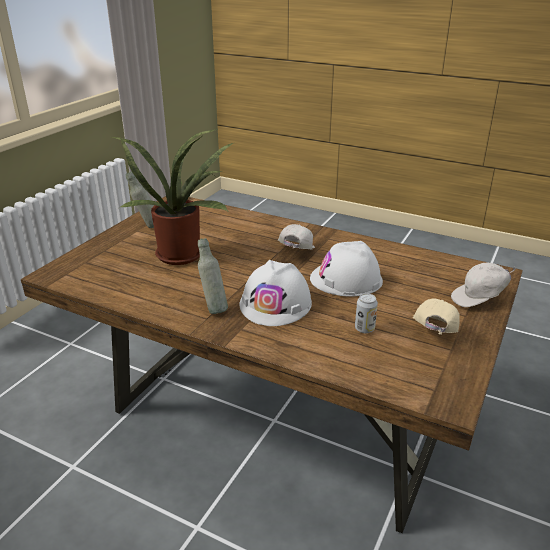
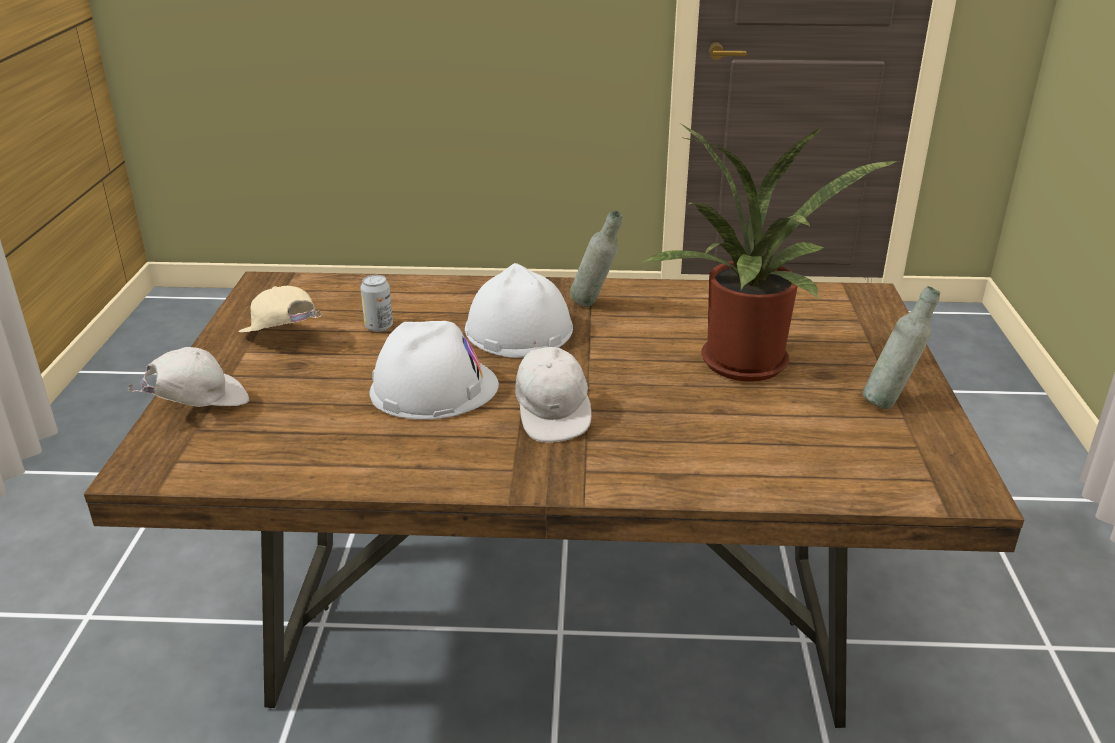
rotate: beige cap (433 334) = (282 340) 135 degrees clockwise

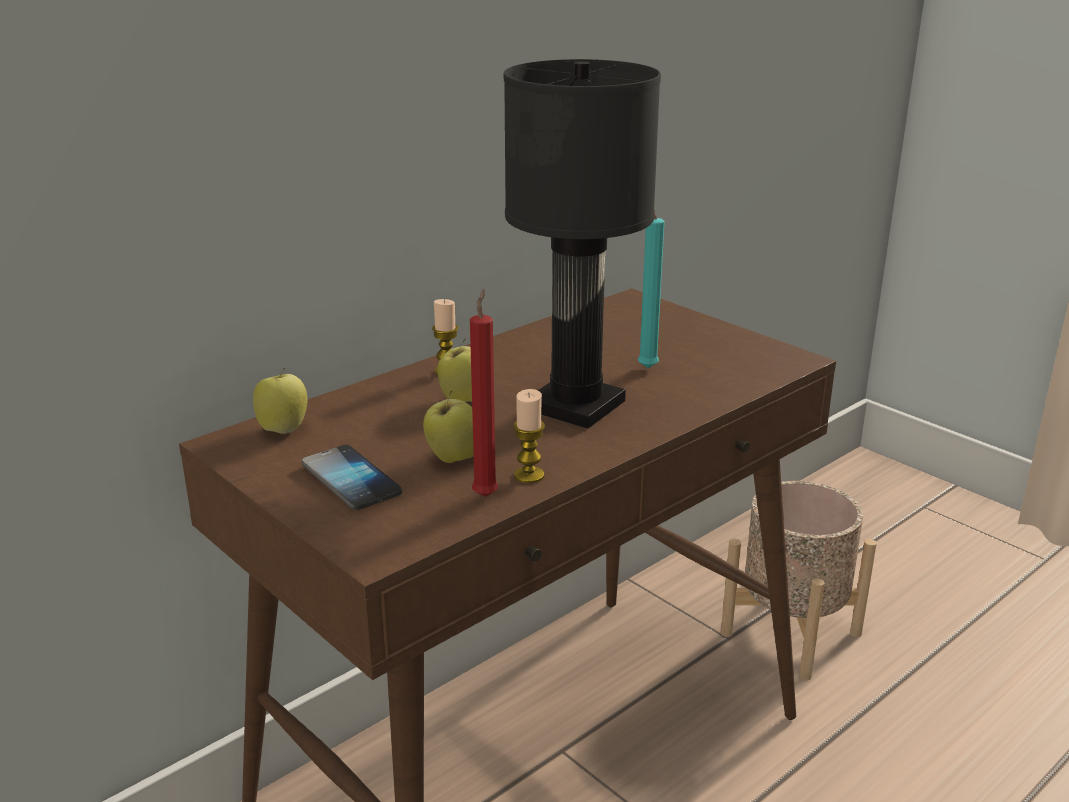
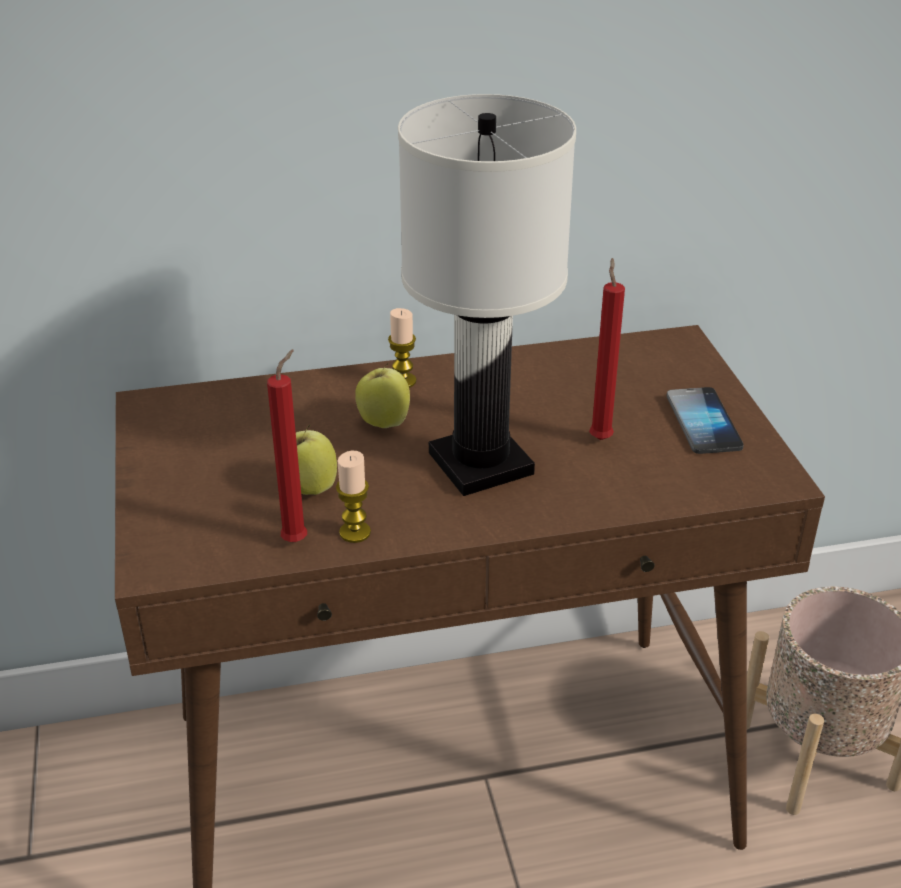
delete: apple (283 429)
move: phone (351 480) to (703 423)
recolor: black table lamp (577 405) to white table lamp (482 464); turquoise candle (645 367) to red candle (600 437)

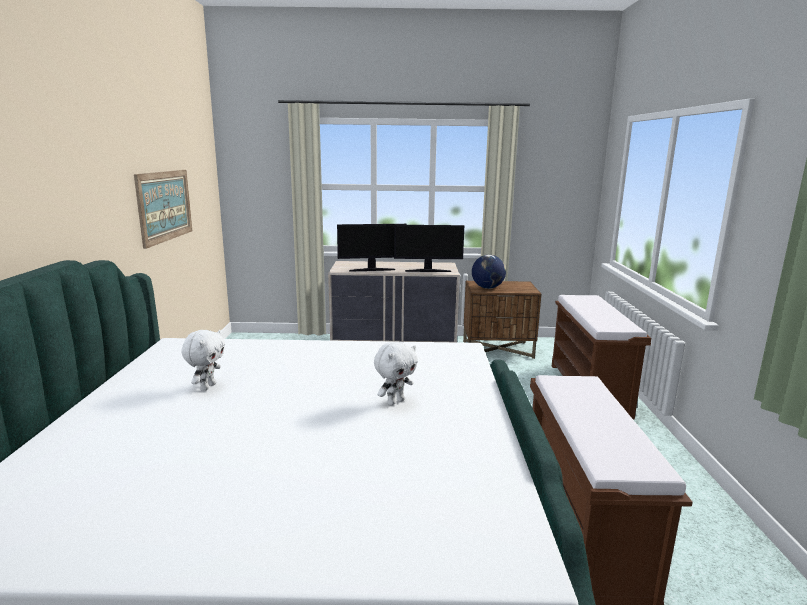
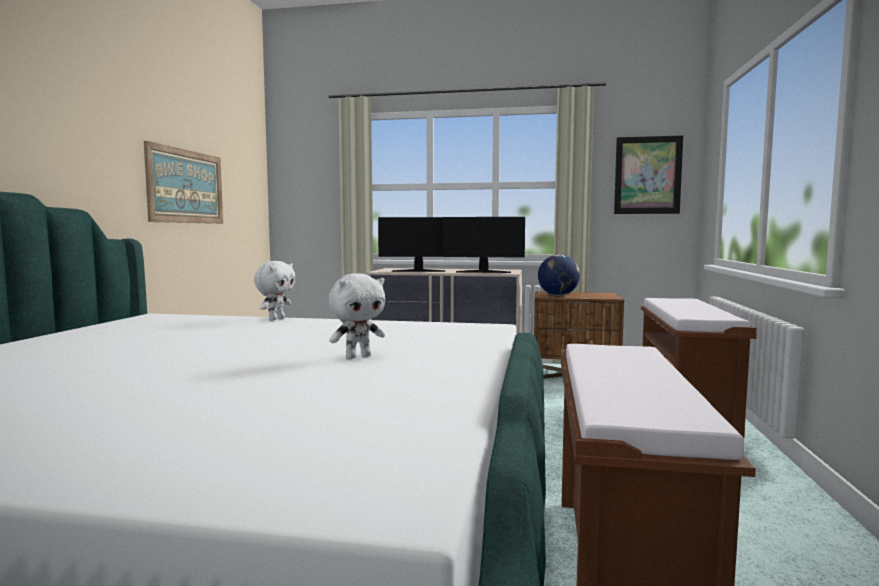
insert: picture (647 175)
move: white plush toy (207 387) to (276 319)

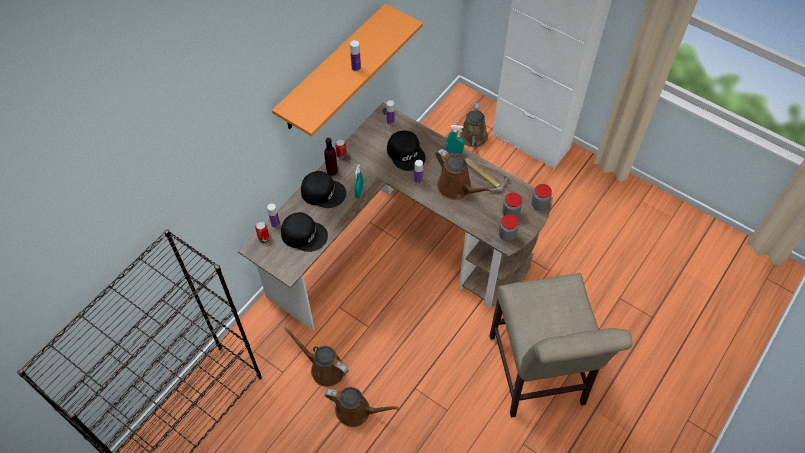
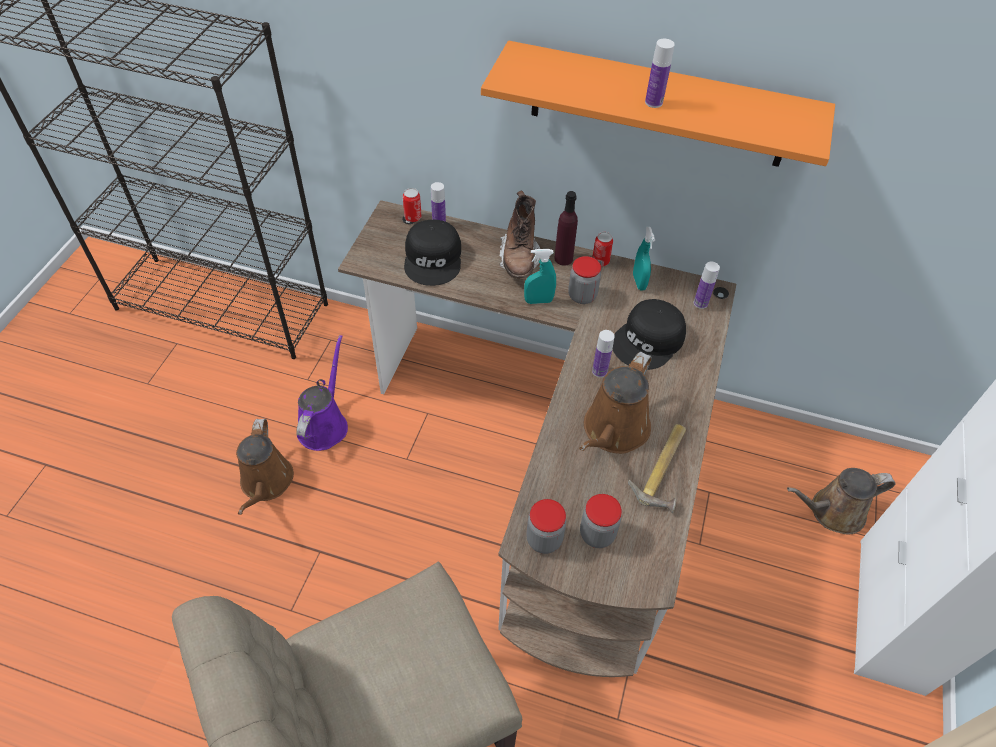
move: turquoise spray bottle (454 151) to (639 282); jar (539 205) to (582 296)
replace: black cap (323 192) to brown boot (519 259)
recolor: brown watering can (324 368) to purple watering can (324 424)

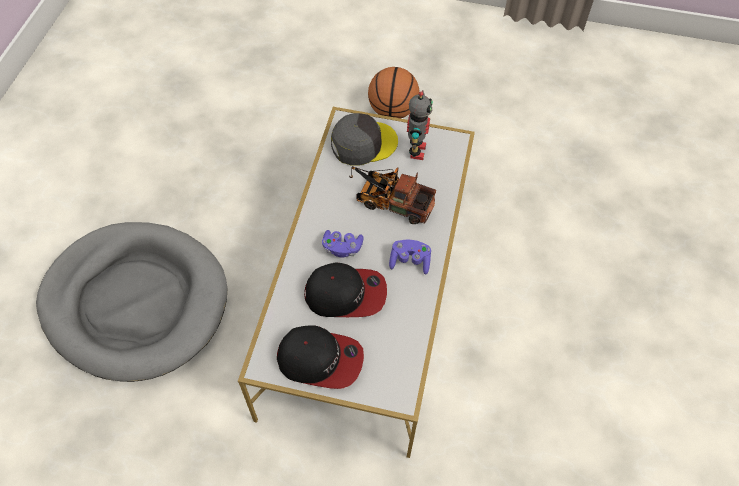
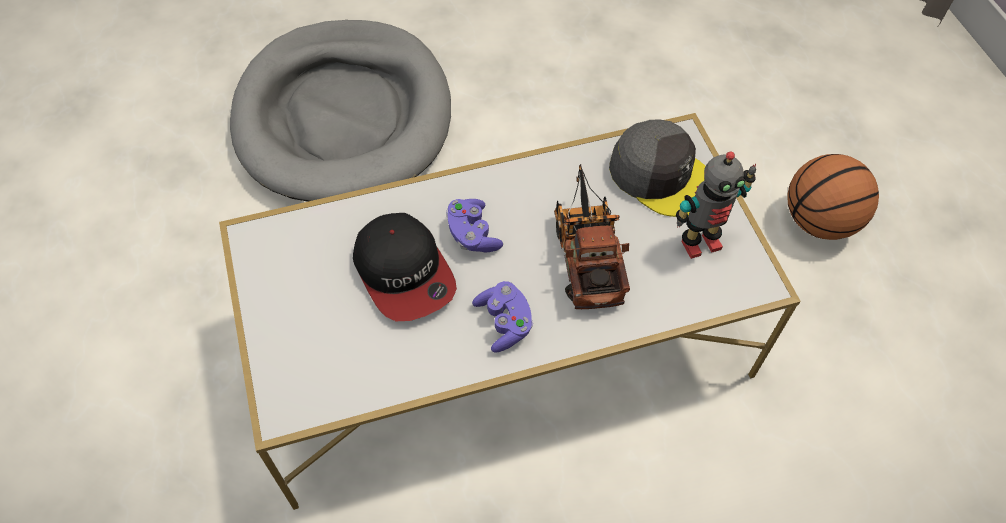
delete: cap (320 359)

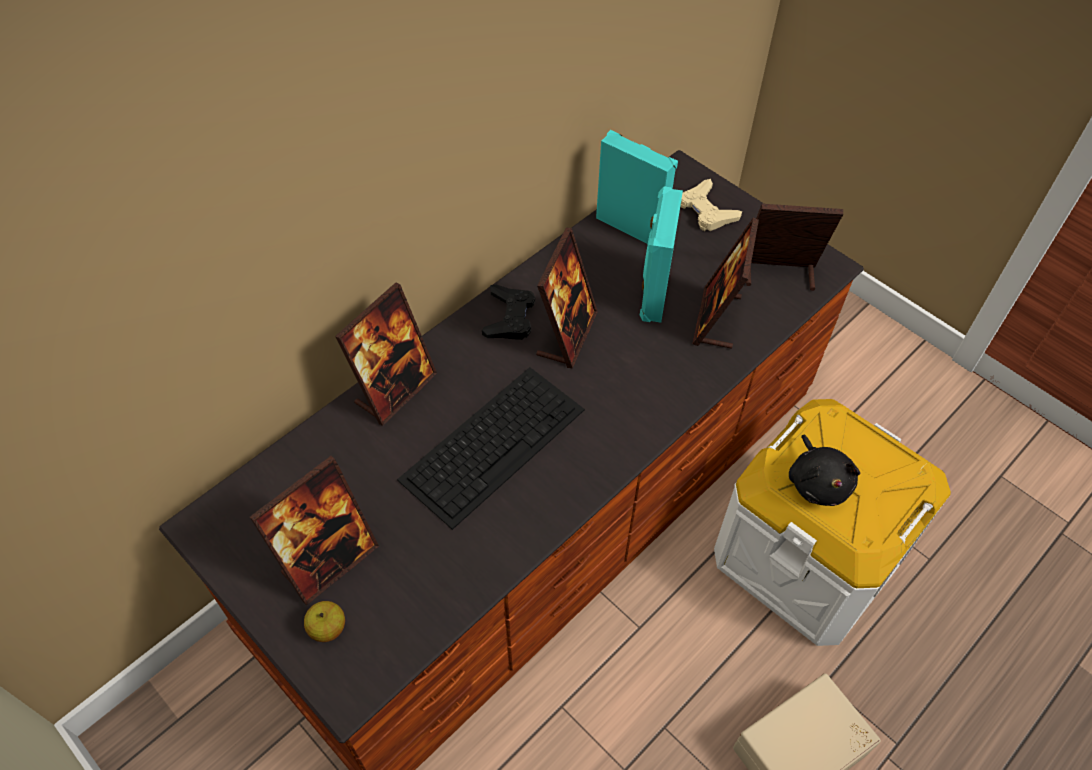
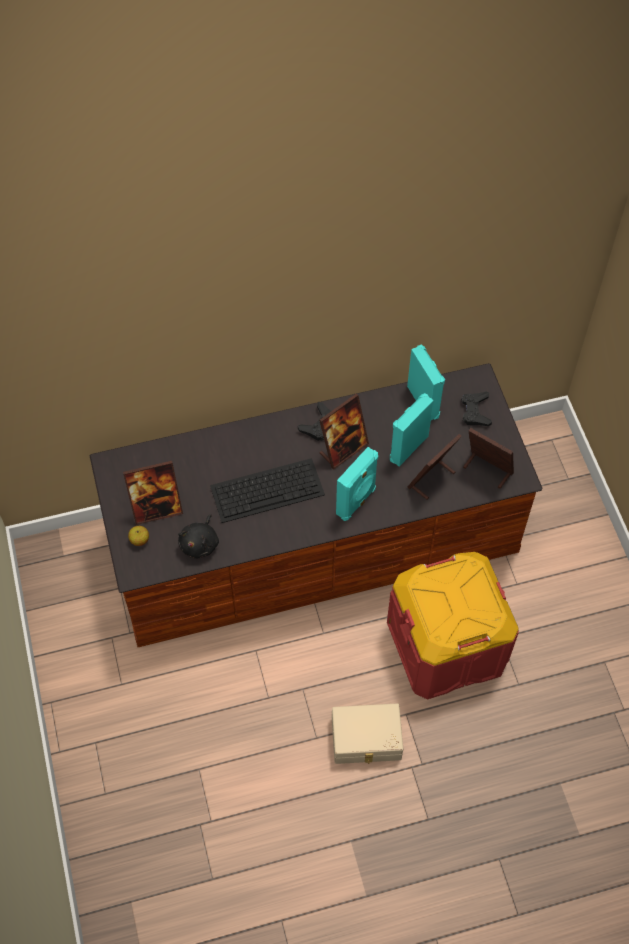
delete: picture frame (395 389)
insert: turquoise speaker (357 502)
move: black plush toy (818 482) to (200 543)
recolor: beige game controller (706 211) to black game controller (475 411); white storage box (807 555) to red storage box (446 645)

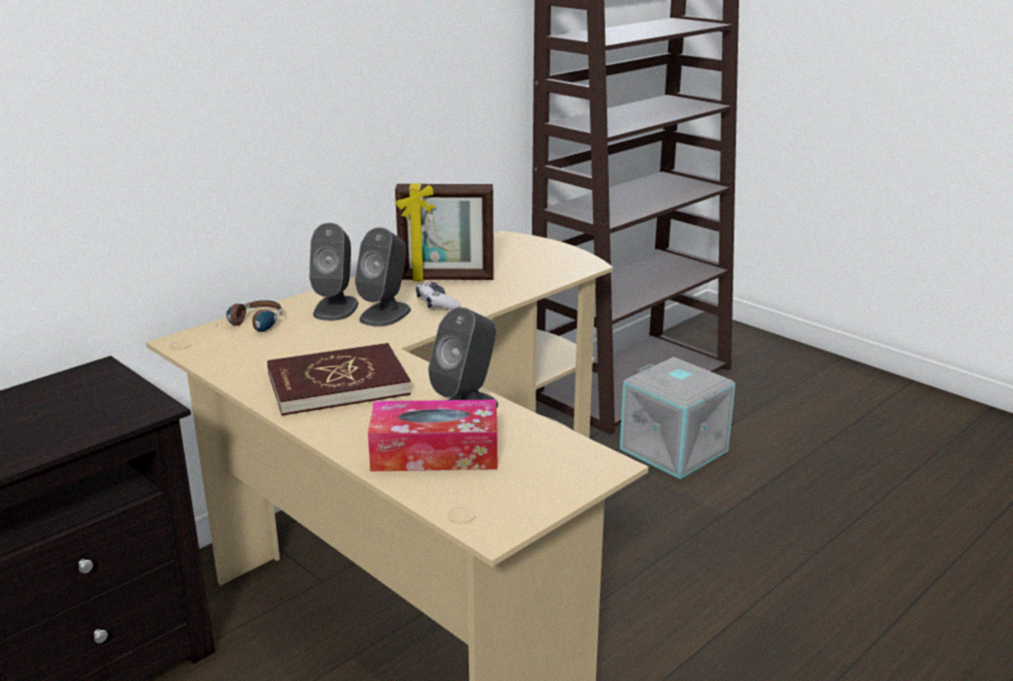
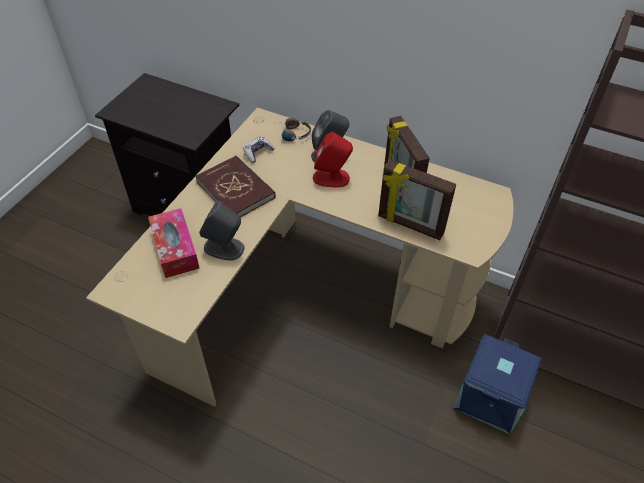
insert: picture frame (410 225)
move: game controller (437 304) to (257 152)
recolor: grey speaker (385 314) to red speaker (331 178); grey storage box (675 449) to blue storage box (491 398)

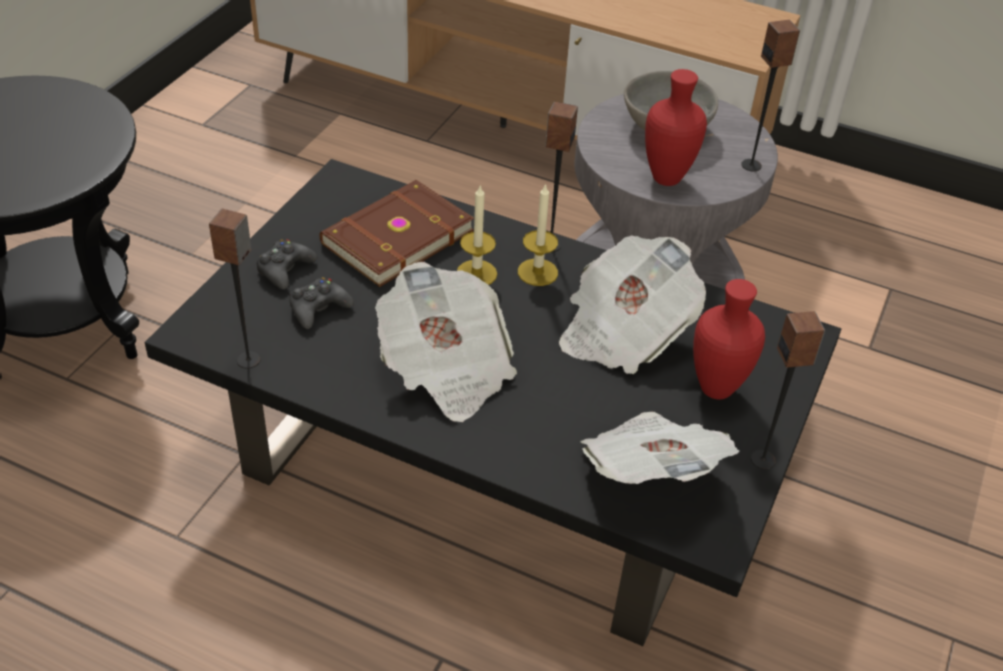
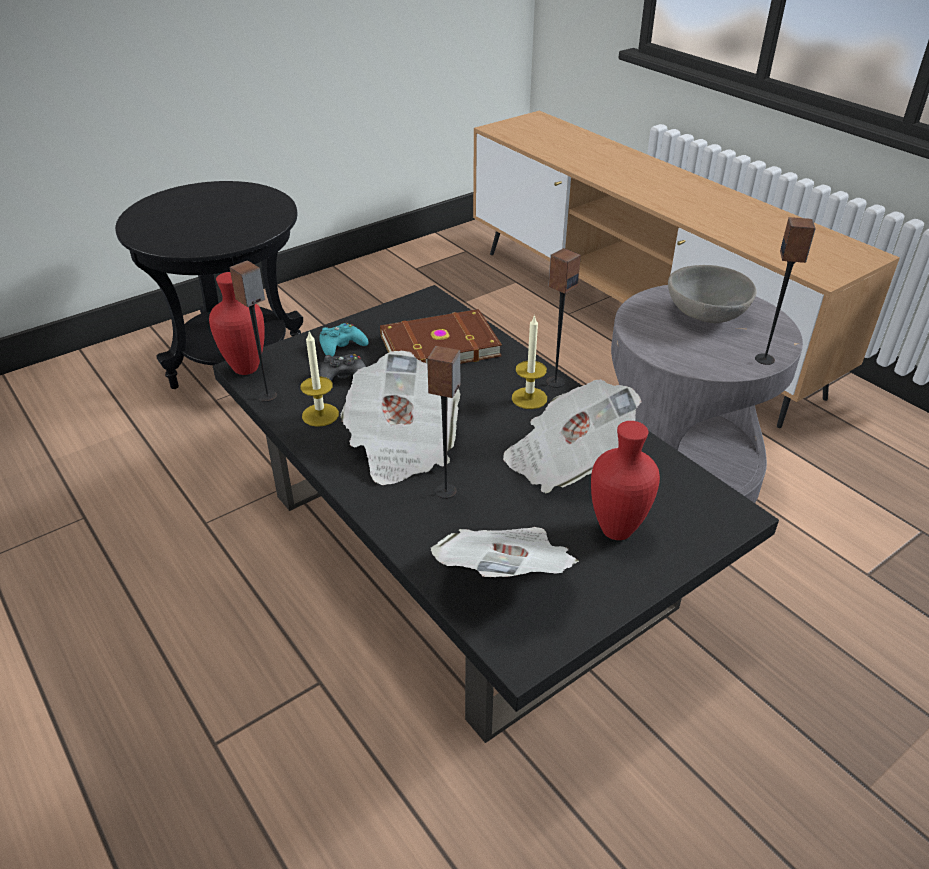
move: candle (476 273) to (320 415); red vase (666 177) to (247 368); speaker (763 459) to (446 491)
recolor: black game controller (285 270) to turquoise game controller (341 346)

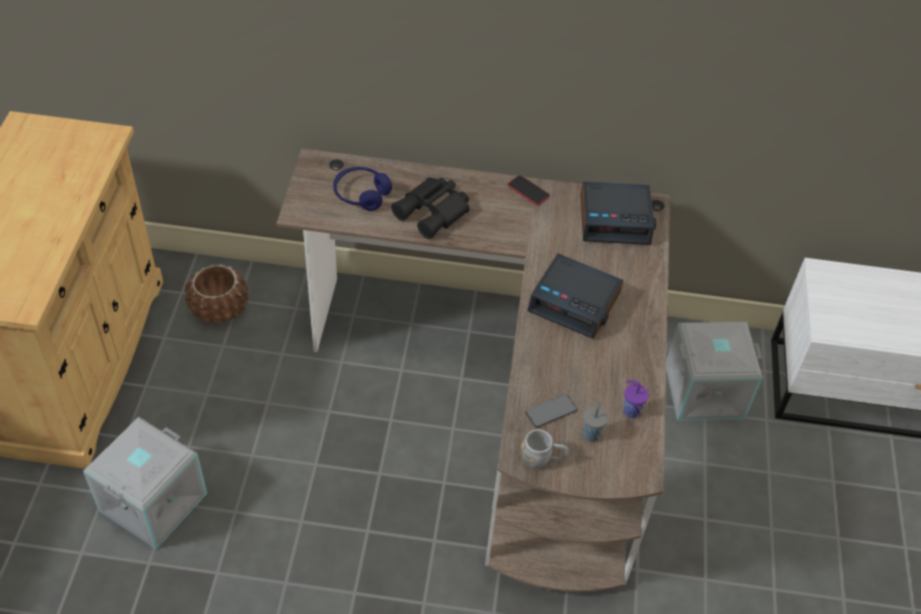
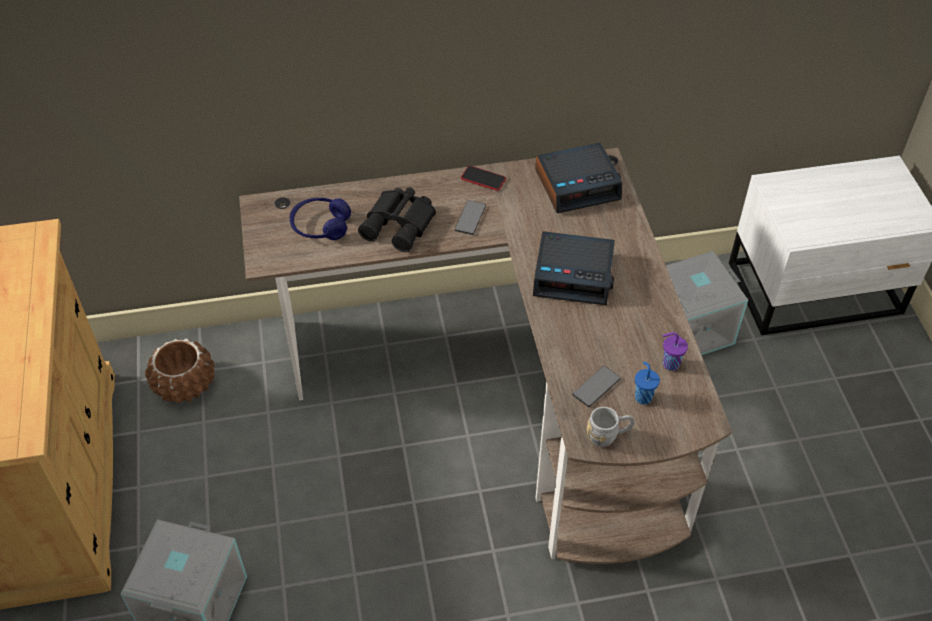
insert: phone (470 218)
recolor: grey cup (591 433) to blue cup (643 397)

